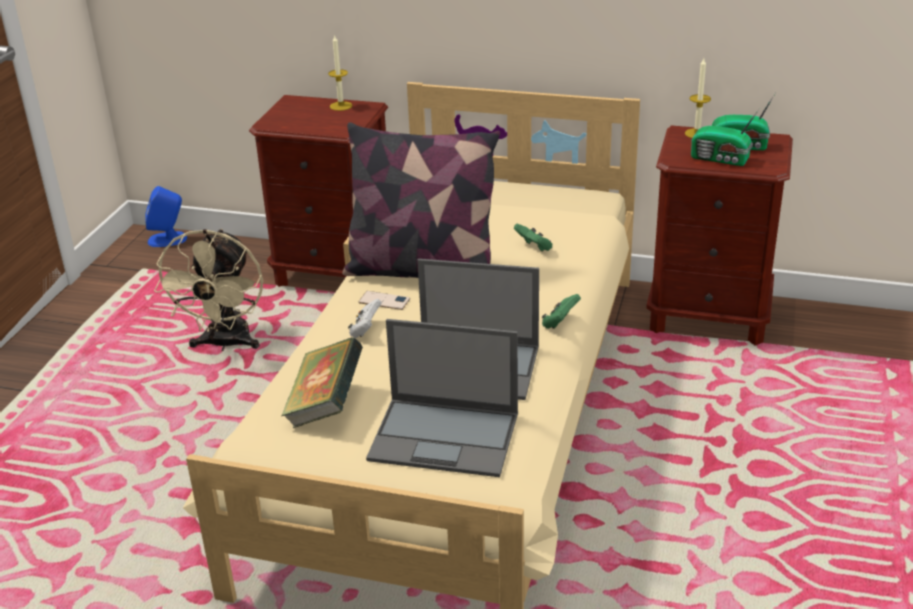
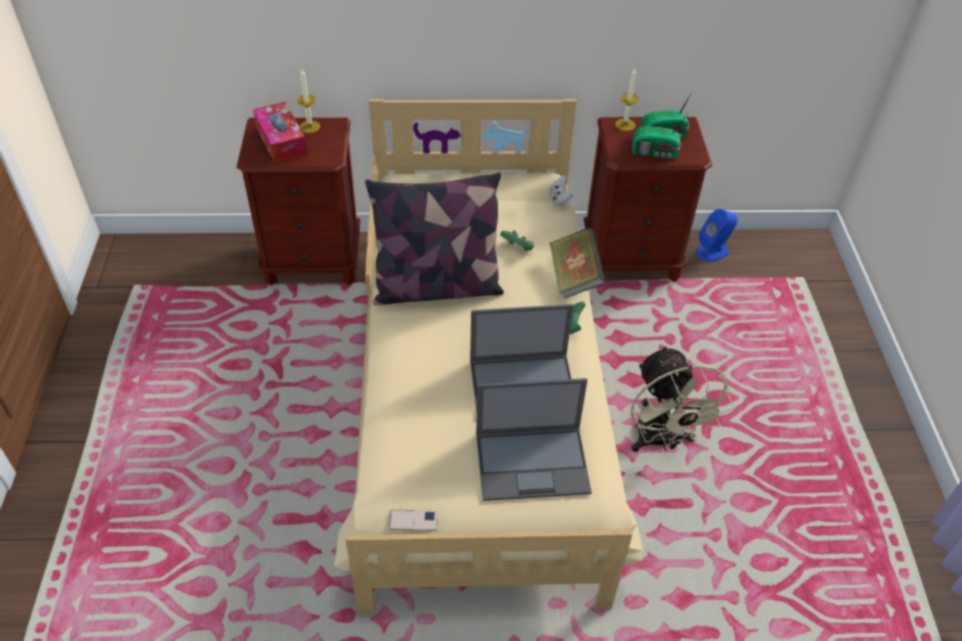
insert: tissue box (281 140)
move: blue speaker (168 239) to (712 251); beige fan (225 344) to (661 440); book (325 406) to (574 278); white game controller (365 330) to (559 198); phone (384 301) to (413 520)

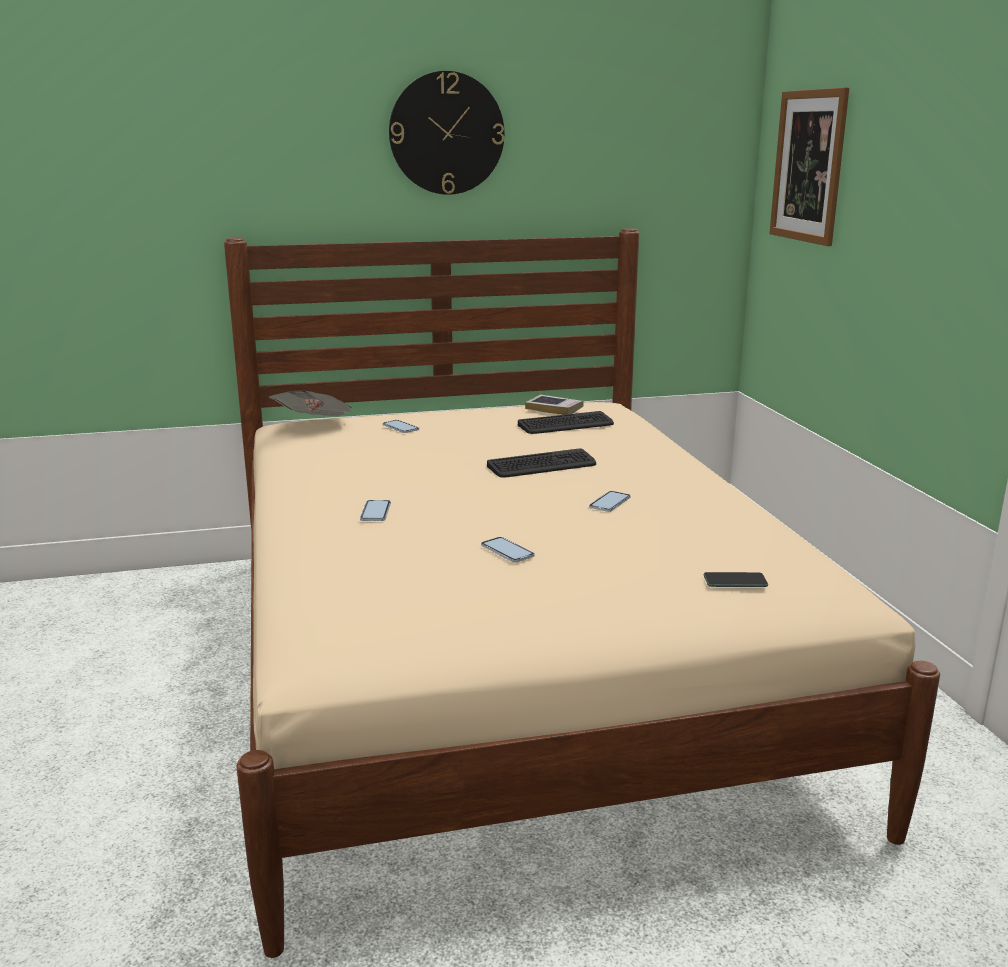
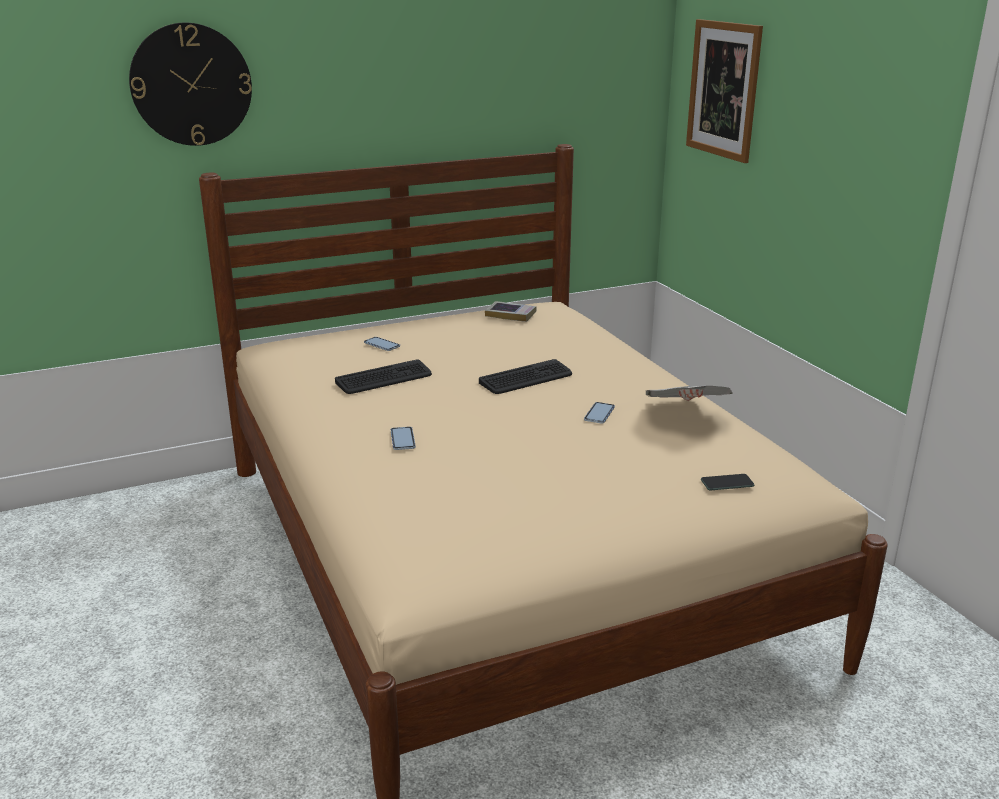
delete: phone (507 551)
move: newspaper (315 426) to (685 414); wall clock (446 133) to (191 85); keyboard (566 424) to (384 378)

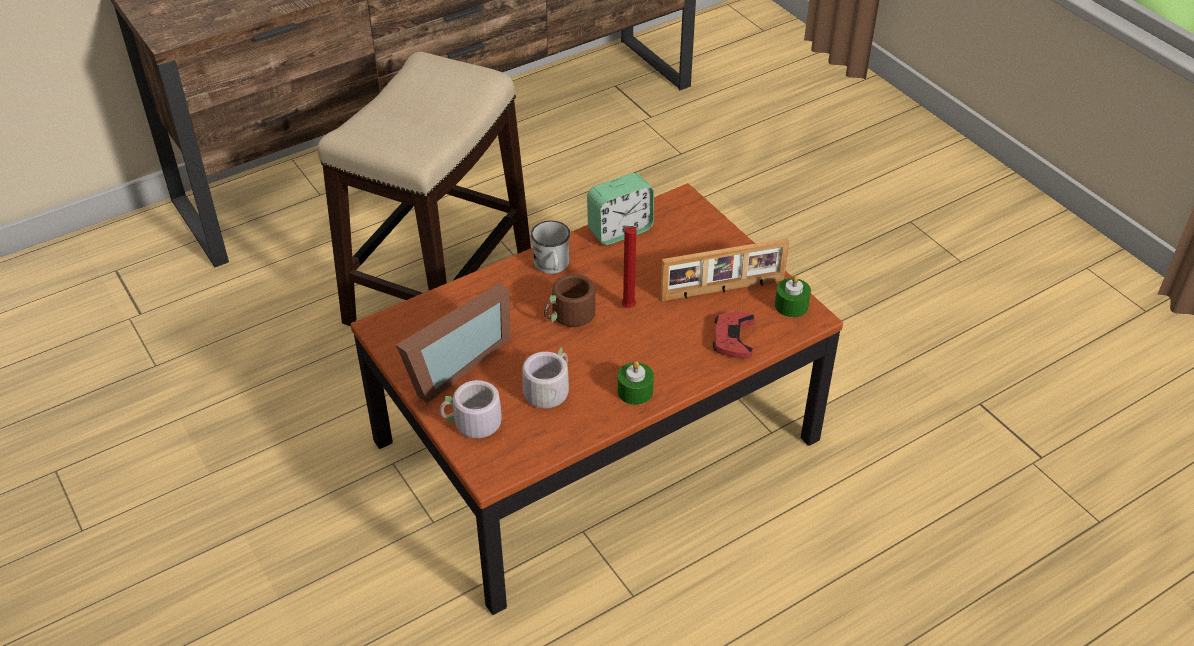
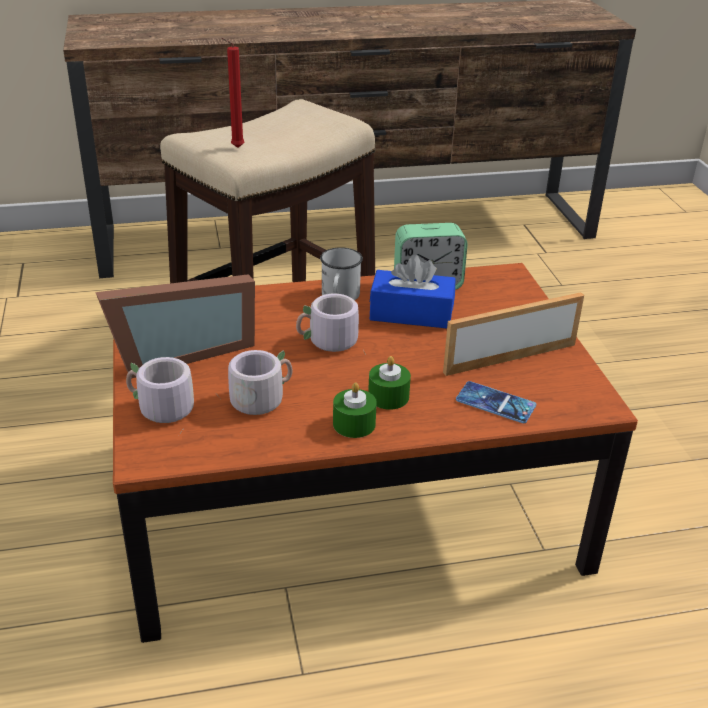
insert: blue tissue box (411 313)
move: red candle (626 308) to (235 148); green candle (791 305) to (388 396)
replace: red game controller (733 338) to phone (495 403)
recolor: brown mug (570 318) to grey mug (328 343)
rotate: picture frame (723 290) = (509 357) 150 degrees clockwise

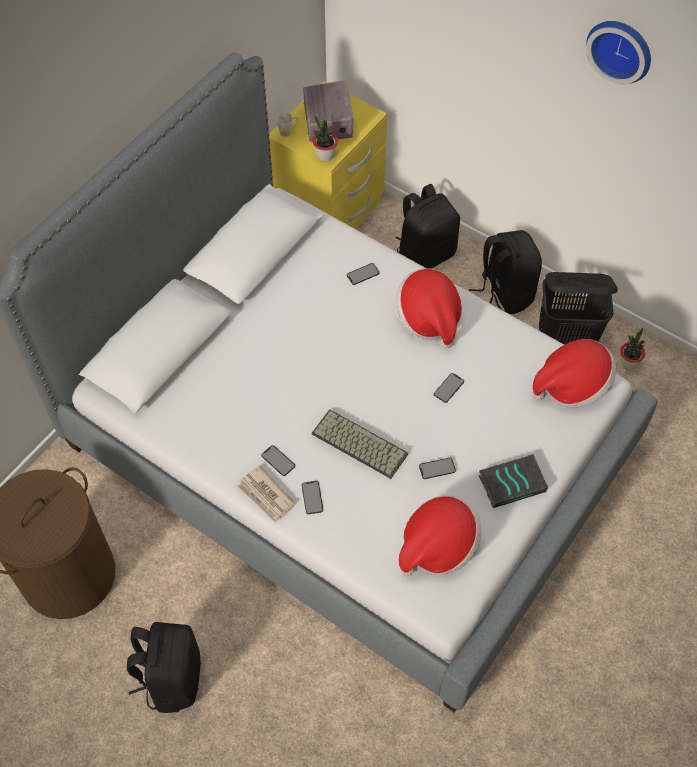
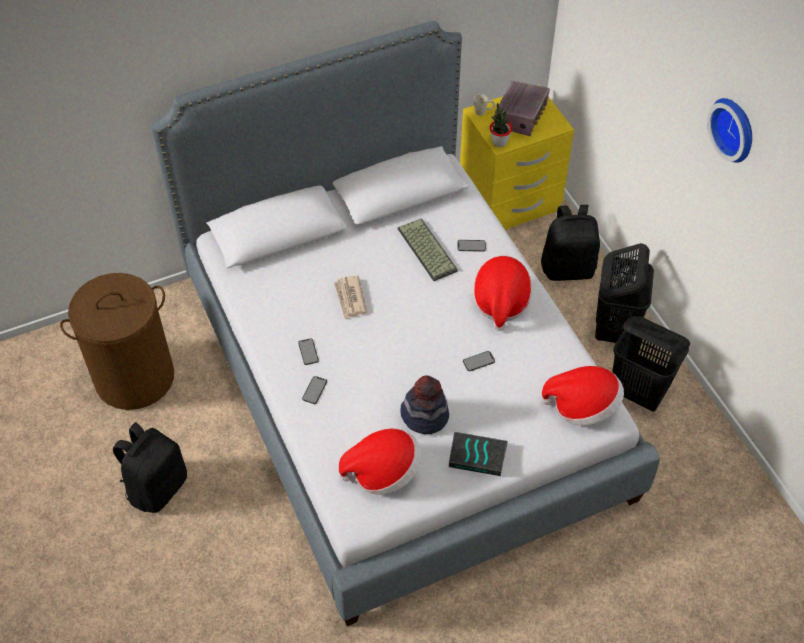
delete: potted plant (628 363)
move: newspaper (266 496) to (350 298); keyboard (357 445) to (425 249)
replace: phone (437 468) to hat (424 415); black backpack (504 293) to black laundry basket (614 328)

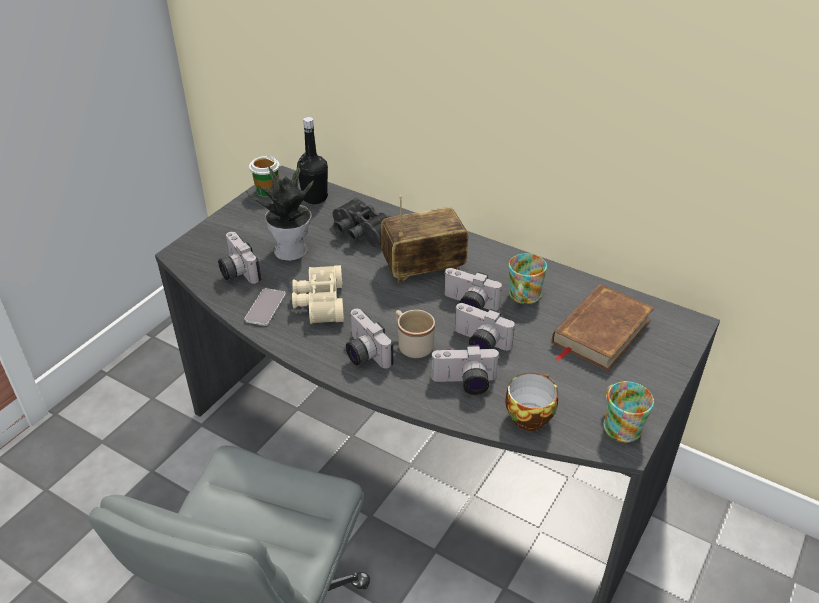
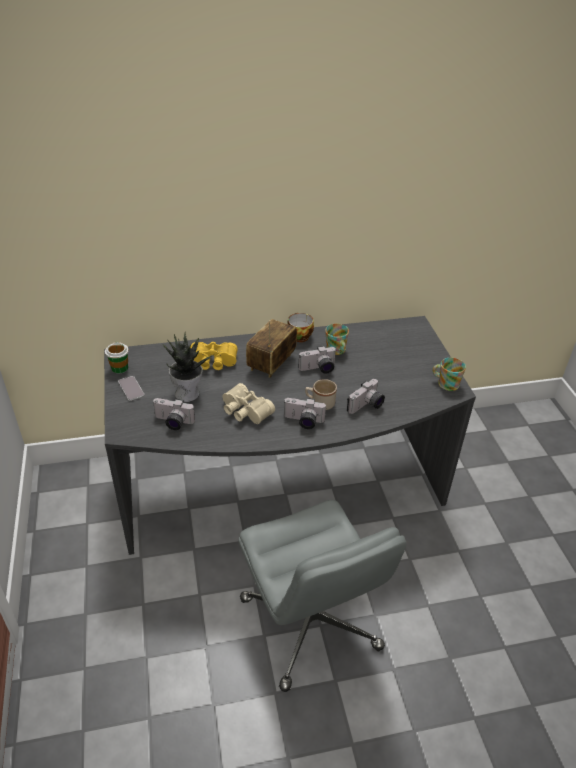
delete: black bottle (315 198); photo camera (479 343); brown book (600 331)
move: phone (265 308) to (131 389); cup (529 415) to (298 336)
recolor: black binoculars (361 233) to yellow binoculars (213 363)

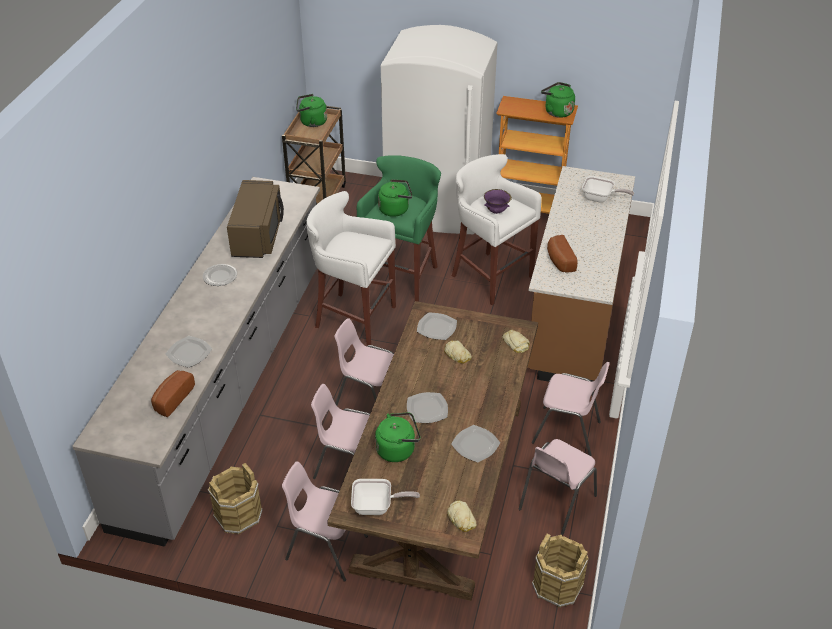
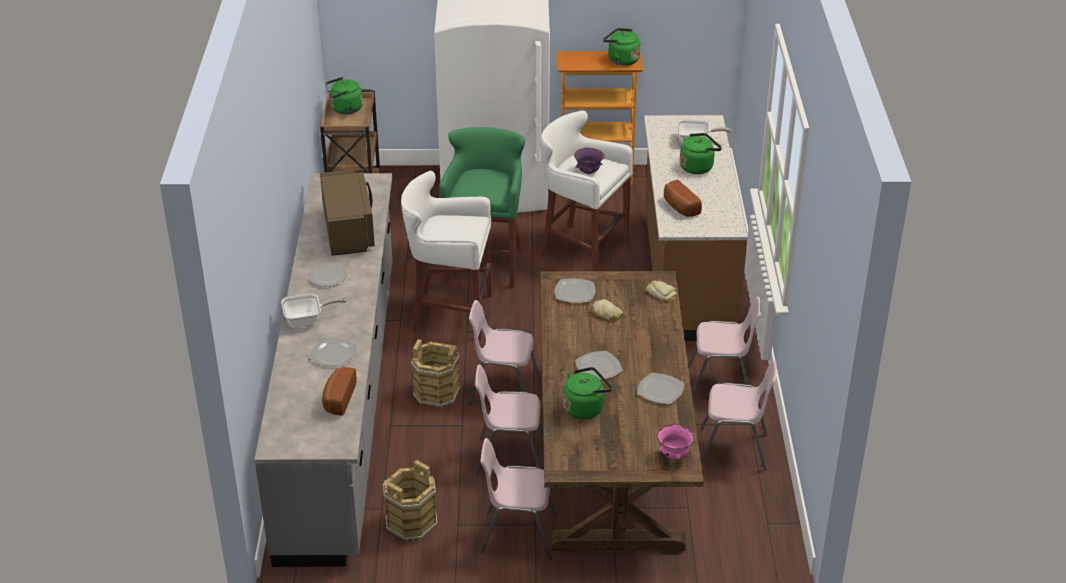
move: frying pan (377 507) to (307 320); green kettle (395 209) to (698 167); brown bucket (557 586) to (436 393)
replace: bread (461 519) to pink bowl (674 455)
rotate: pink chair (556 502) = (734 450) 105 degrees counterclockwise

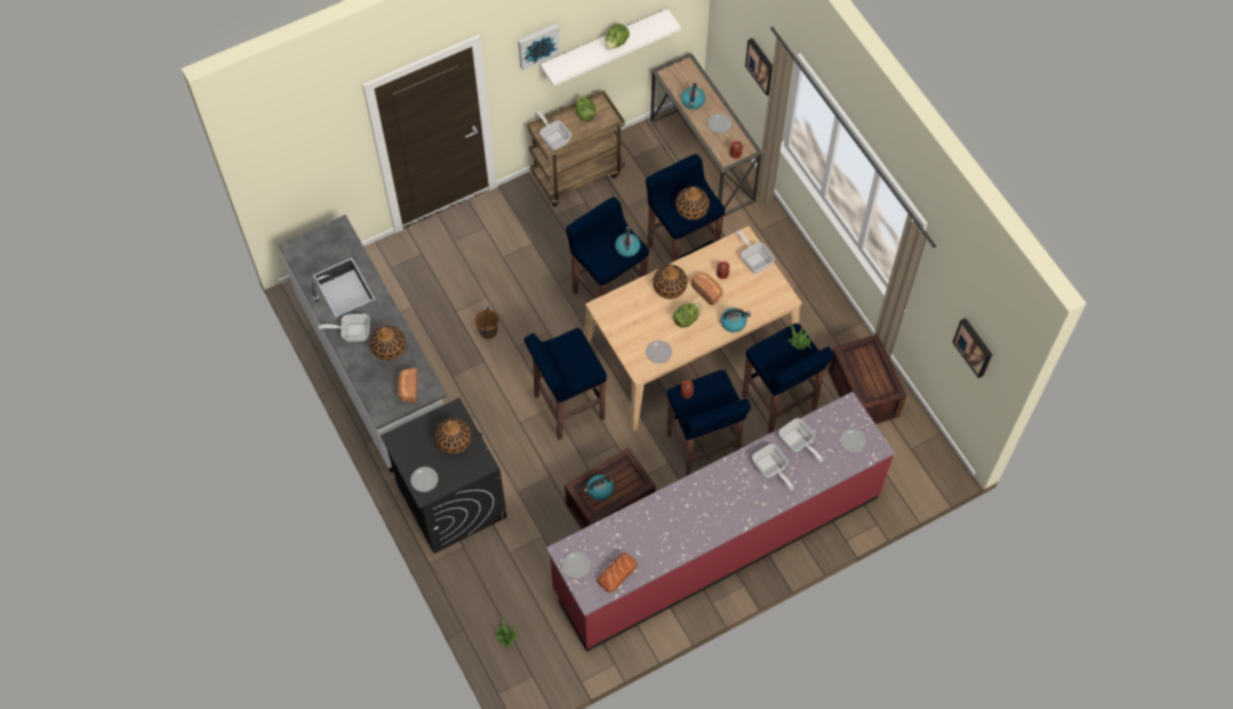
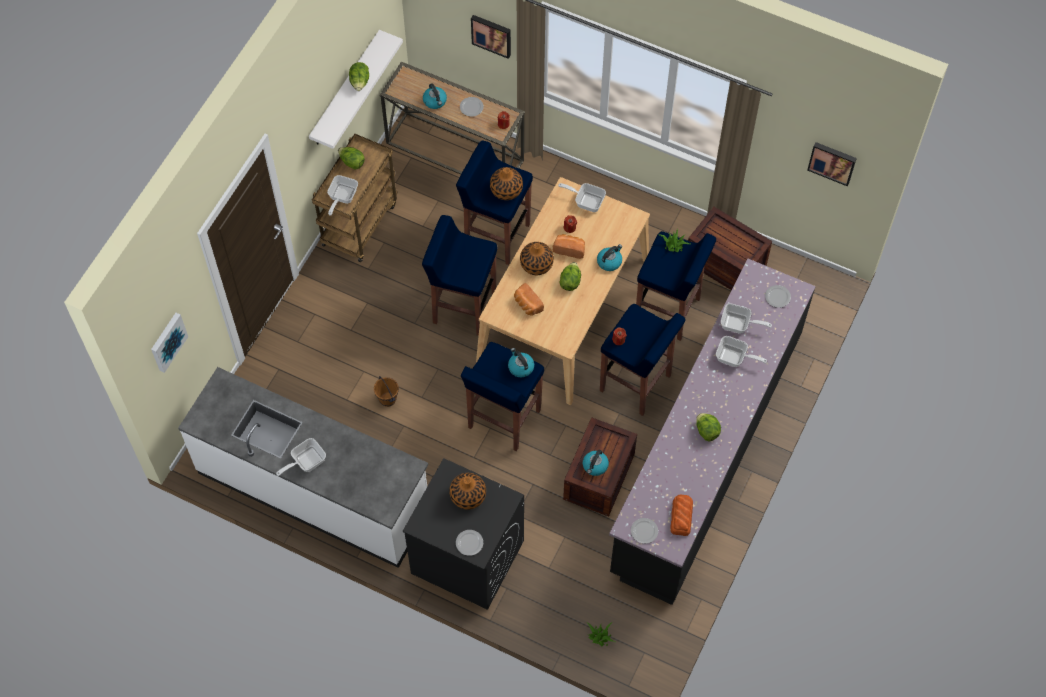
delete: vase (389 348); plate (658 352)
insert: lettuce (706 431)
move: bread (408 389) to (527 305); picture (538 45) to (167 341); kettle (627 247) to (520 367)
recolor: red counter (716 543) to black counter (705 452)
rotate: frying pan (553 137) = (341 197) 90 degrees counterclockwise

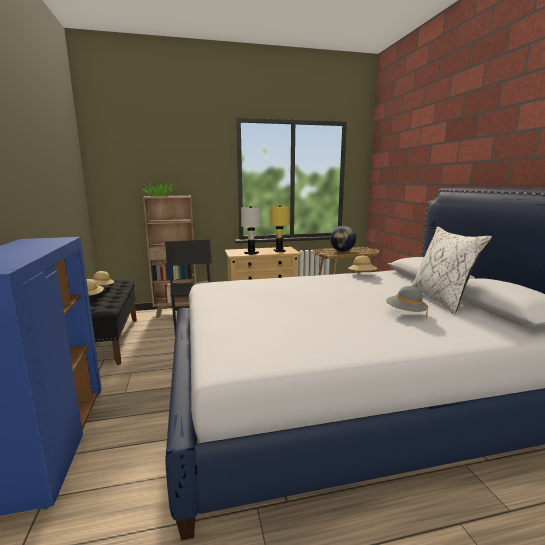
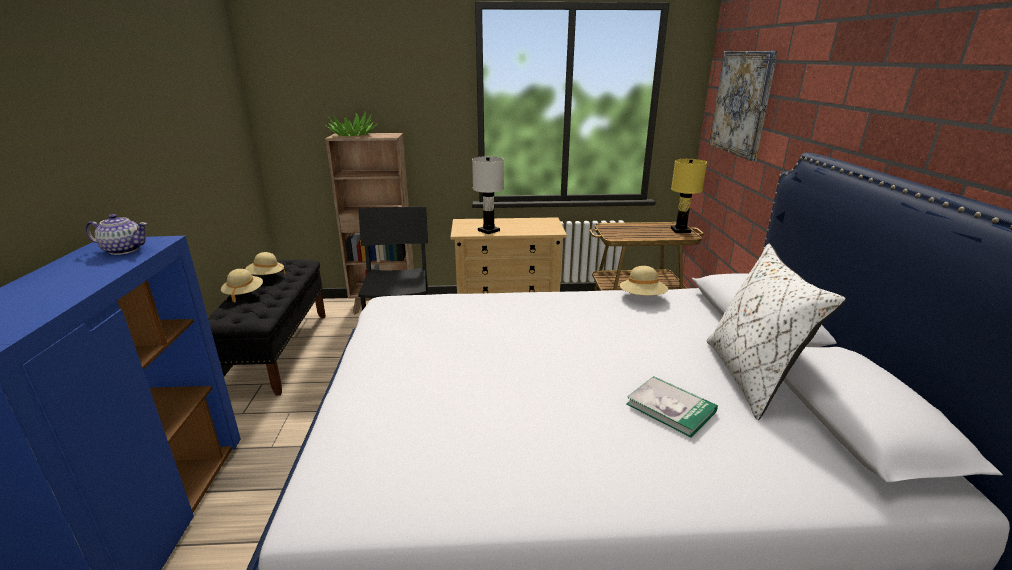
delete: globe (342 251)
insert: teapot (124 250); picture (742 103)
move: yellow table lamp (279 251) to (680 230)
replace: grey hat (405 313) to book (670 408)

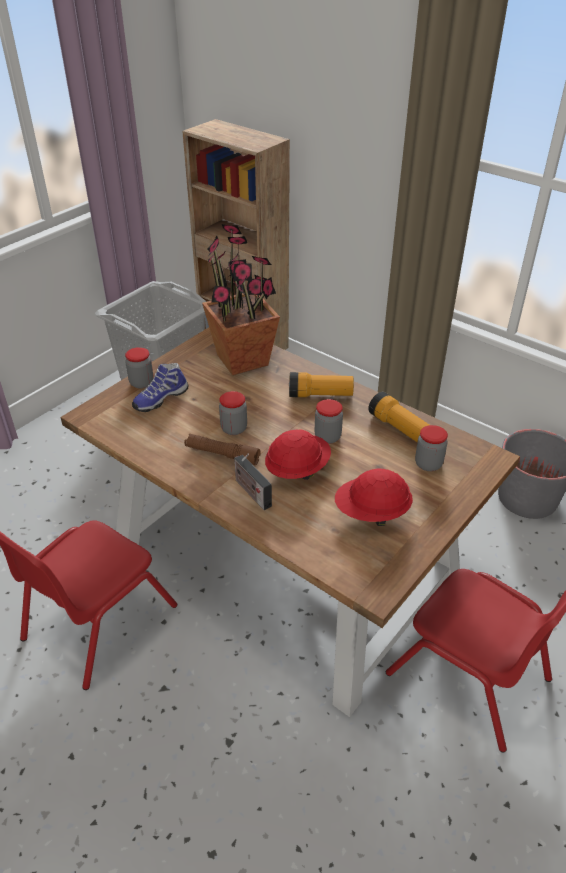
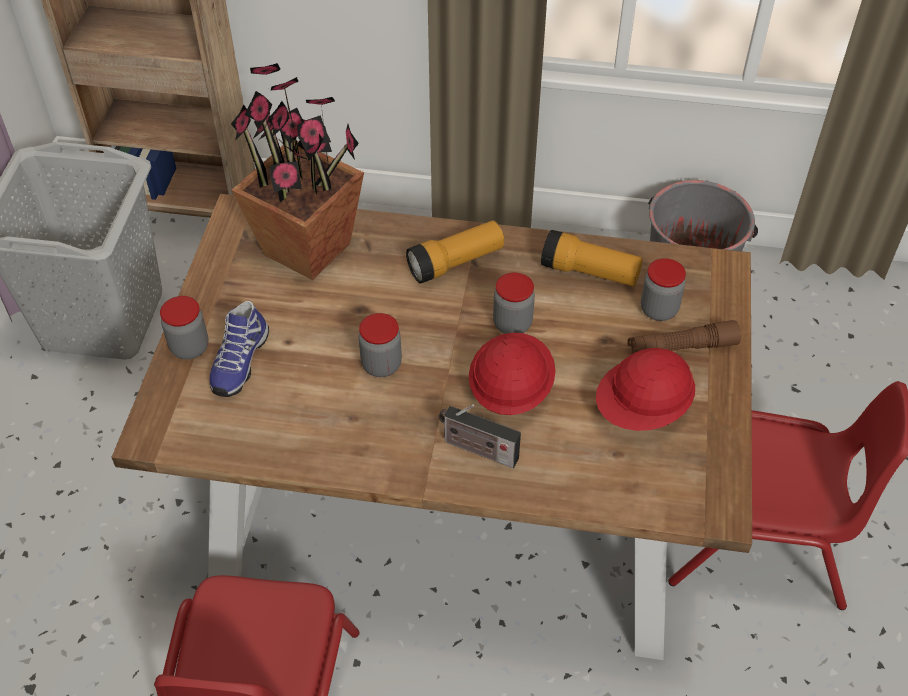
move: brown flashlight (222 454) to (681 347)

